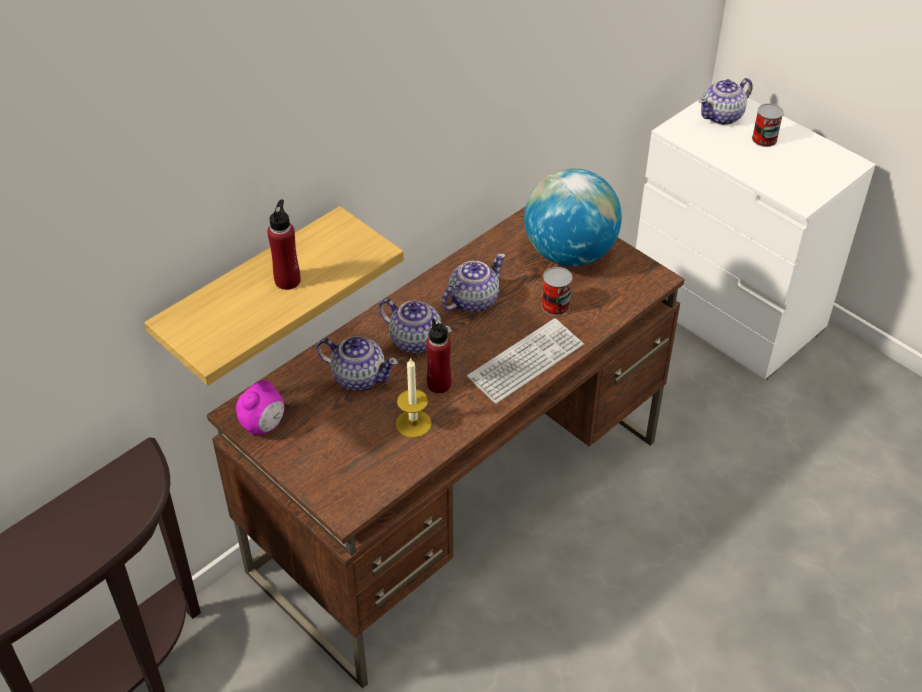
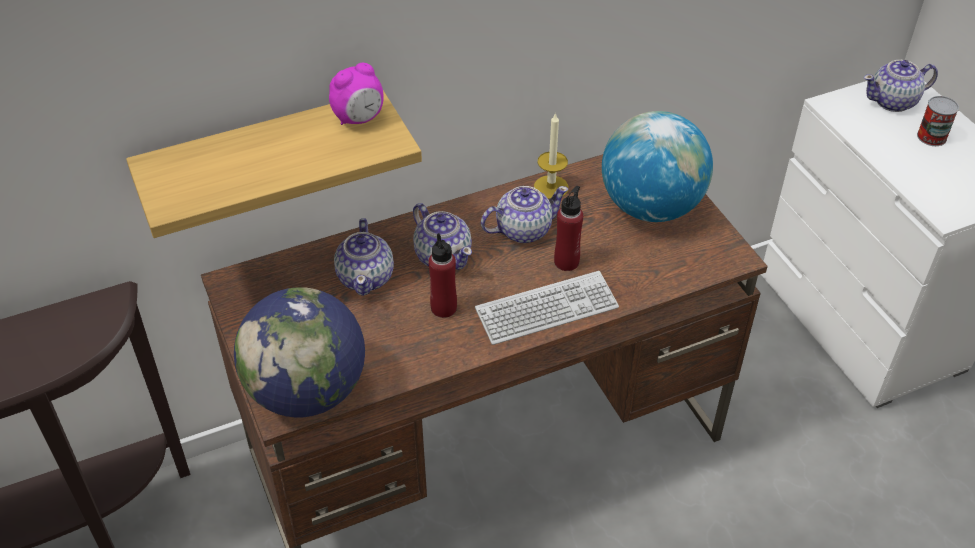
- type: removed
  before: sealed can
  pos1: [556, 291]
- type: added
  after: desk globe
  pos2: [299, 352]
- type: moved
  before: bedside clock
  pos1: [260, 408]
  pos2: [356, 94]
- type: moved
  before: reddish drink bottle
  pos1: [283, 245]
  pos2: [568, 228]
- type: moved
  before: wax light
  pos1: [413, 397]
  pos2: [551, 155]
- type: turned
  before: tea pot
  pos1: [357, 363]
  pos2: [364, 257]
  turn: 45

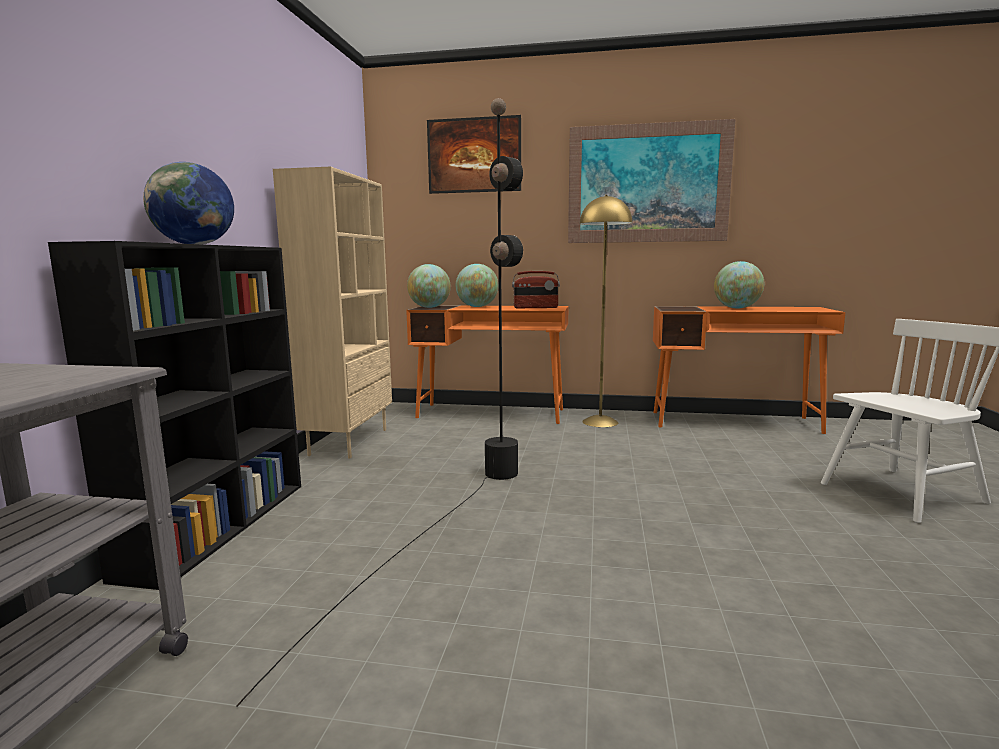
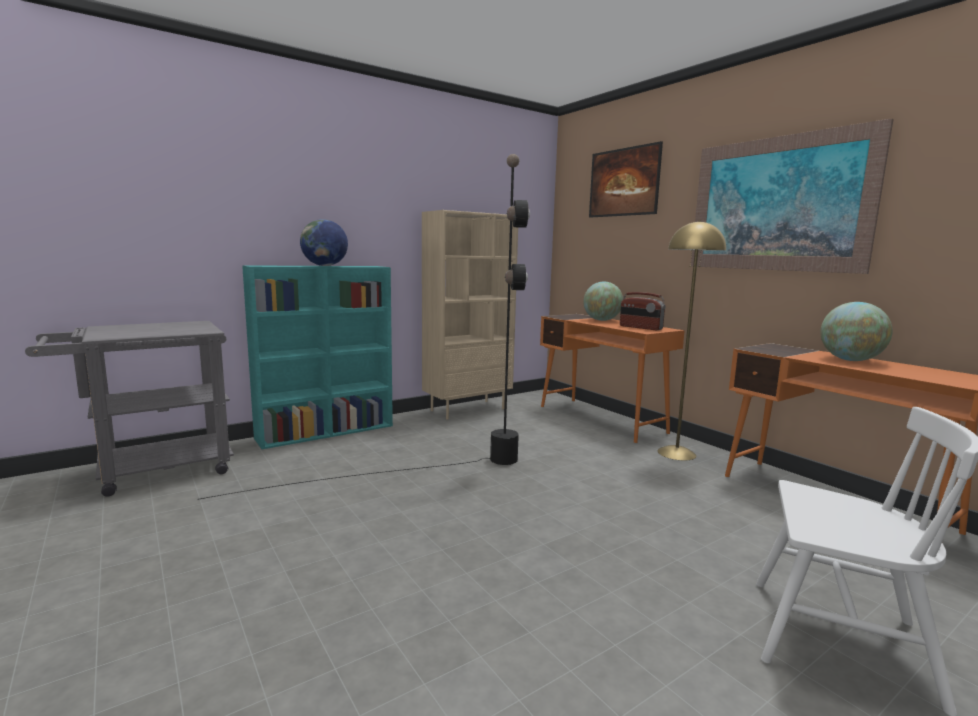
- type: removed
  before: desk globe
  pos1: [429, 286]
- type: recoloured
  before: black-coloured bookshelf
  after: blue-green bookshelf
  pos1: [174, 415]
  pos2: [317, 357]

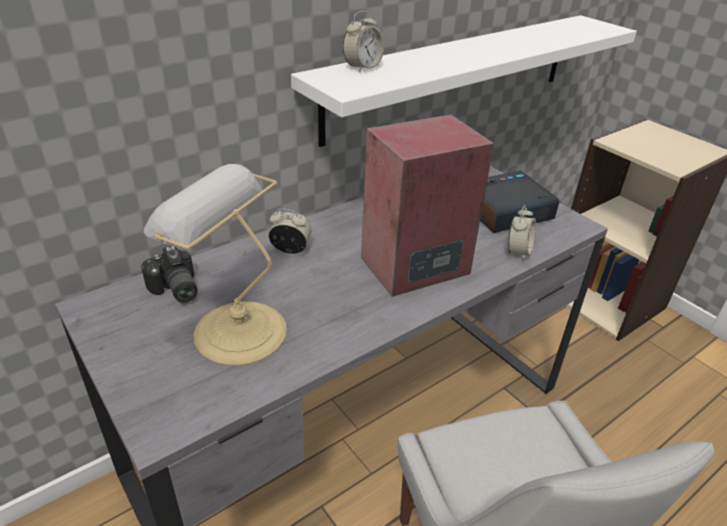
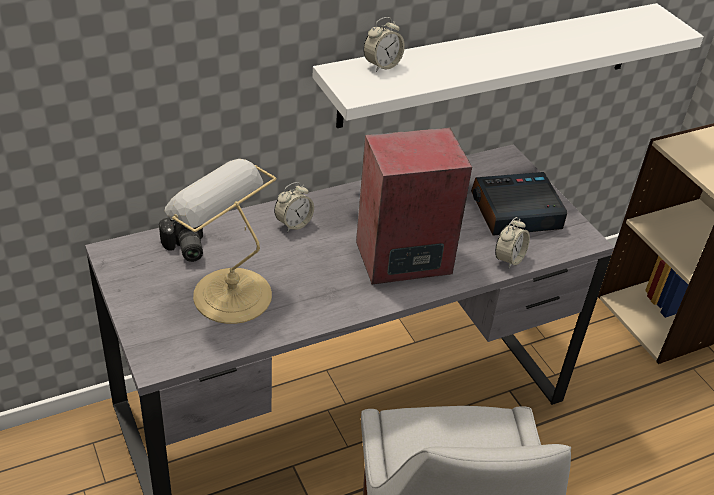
- type: turned
  before: bedside clock
  pos1: [290, 231]
  pos2: [294, 207]
  turn: 120

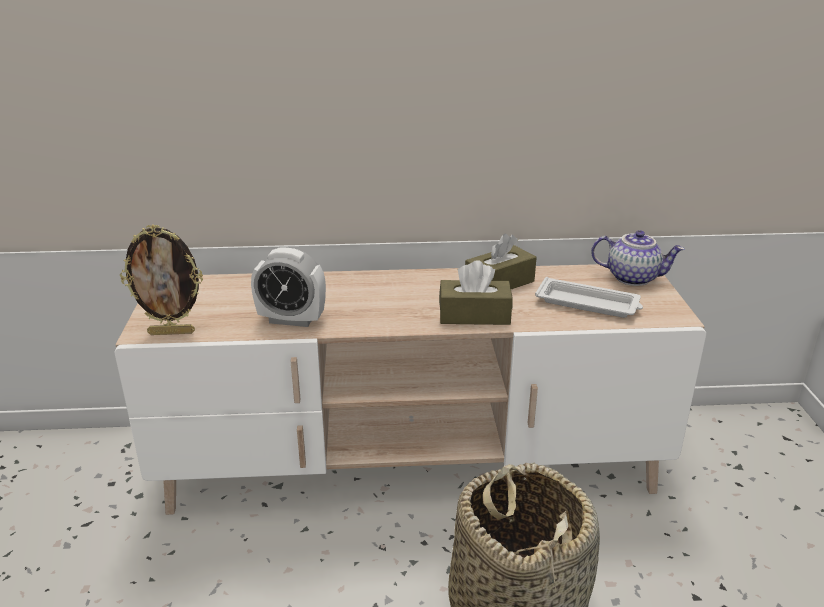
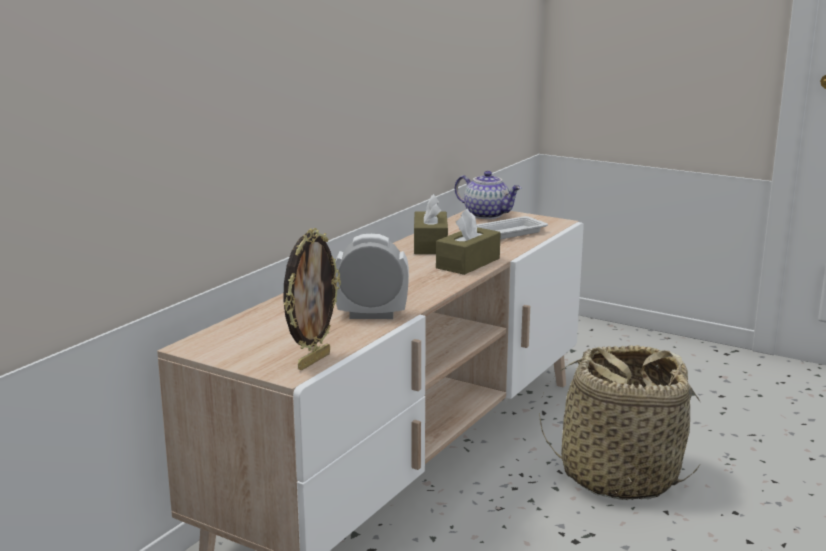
- type: turned
  before: bedside clock
  pos1: [288, 287]
  pos2: [372, 276]
  turn: -135
- type: turned
  before: tea pot
  pos1: [638, 258]
  pos2: [488, 195]
  turn: 75

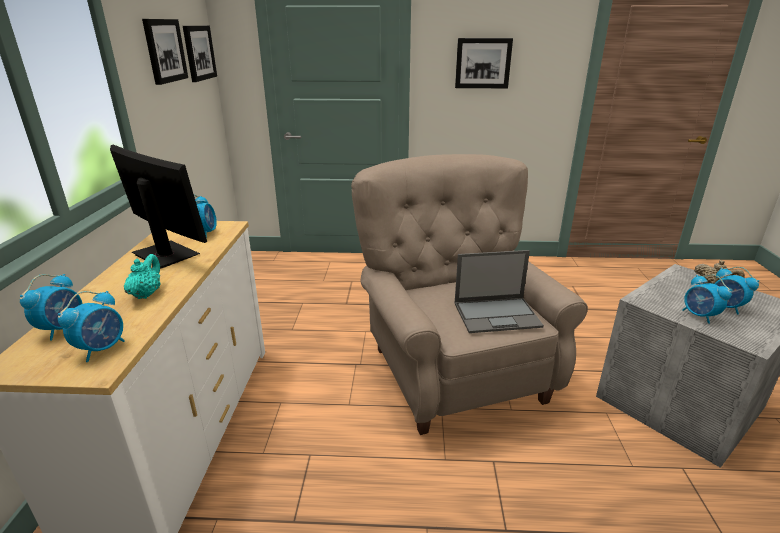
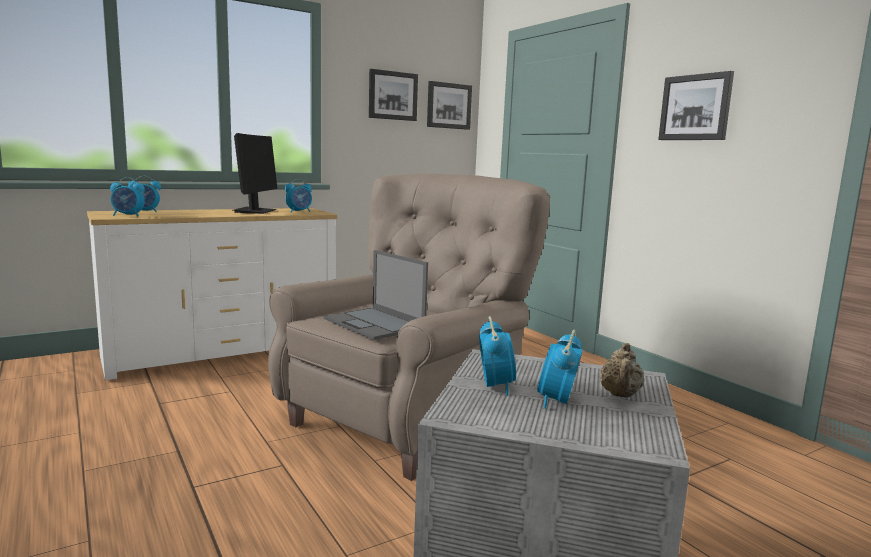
- type: removed
  before: blue-green tea pot
  pos1: [142, 276]
- type: turned
  before: bedside clock
  pos1: [707, 299]
  pos2: [497, 356]
  turn: 150

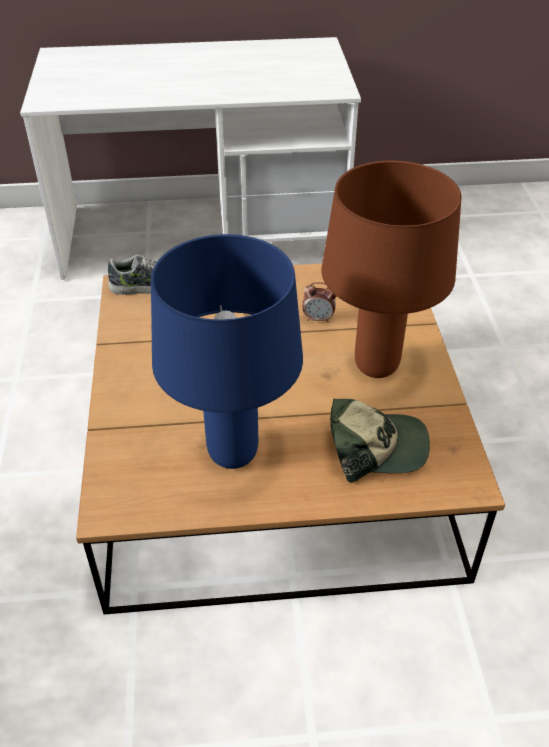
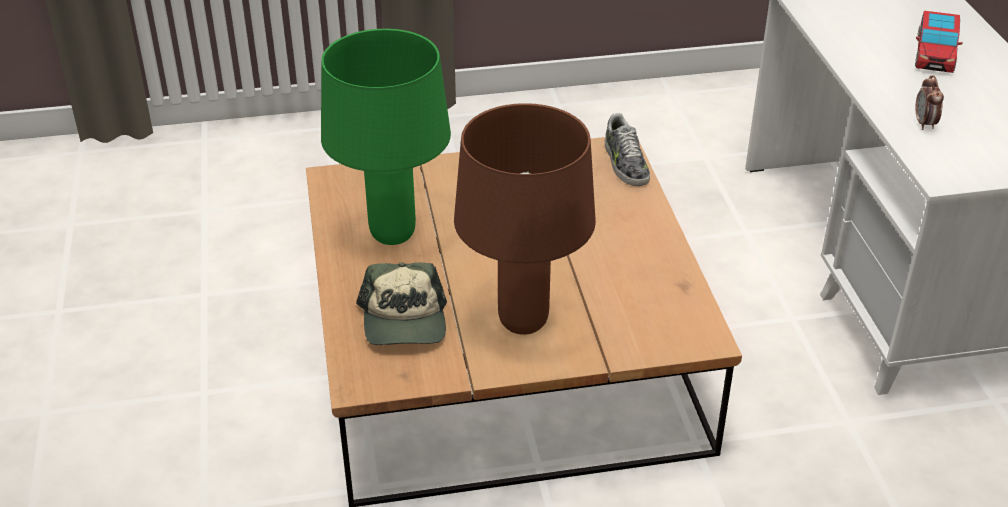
- type: added
  after: miniature car
  pos2: [939, 42]
- type: moved
  before: bedside clock
  pos1: [319, 302]
  pos2: [929, 102]
- type: recoloured
  before: blue-coloured table lamp
  after: green table lamp
  pos1: [227, 351]
  pos2: [386, 137]

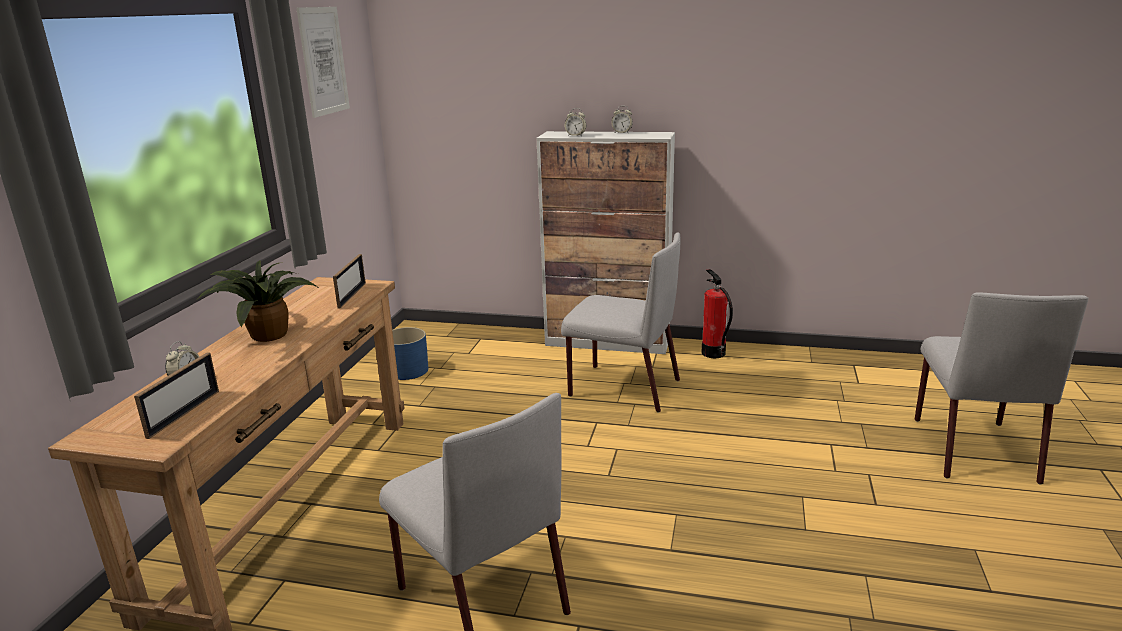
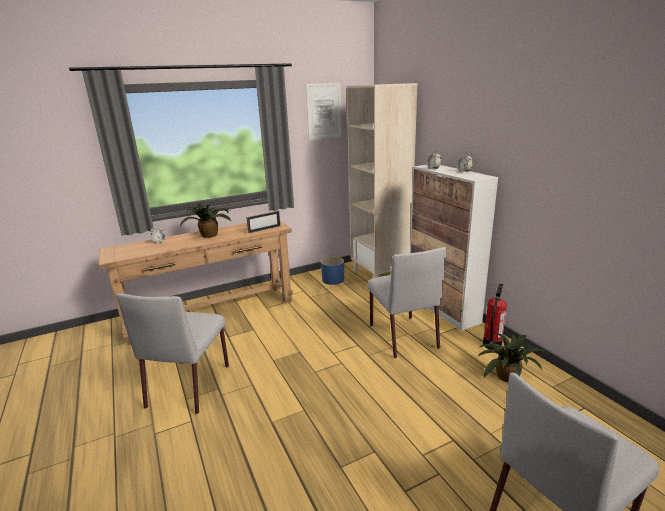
- type: removed
  before: photo frame
  pos1: [176, 395]
- type: added
  after: beige bookshelf
  pos2: [382, 180]
- type: added
  after: plant in a pot
  pos2: [510, 358]

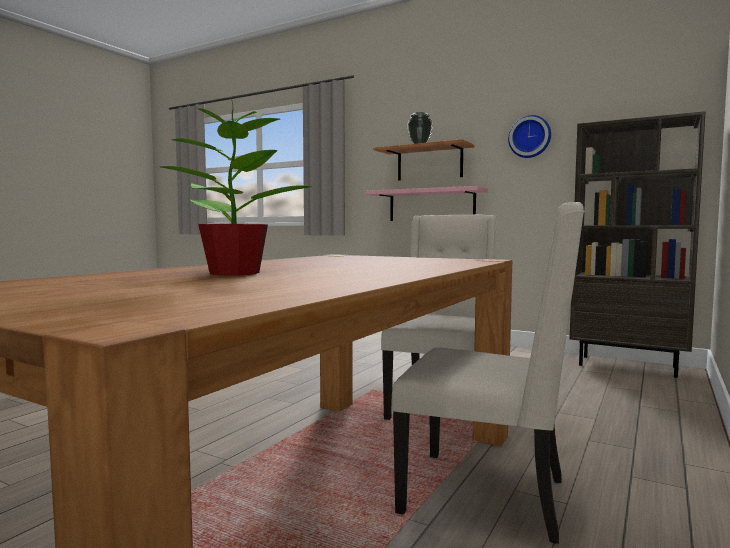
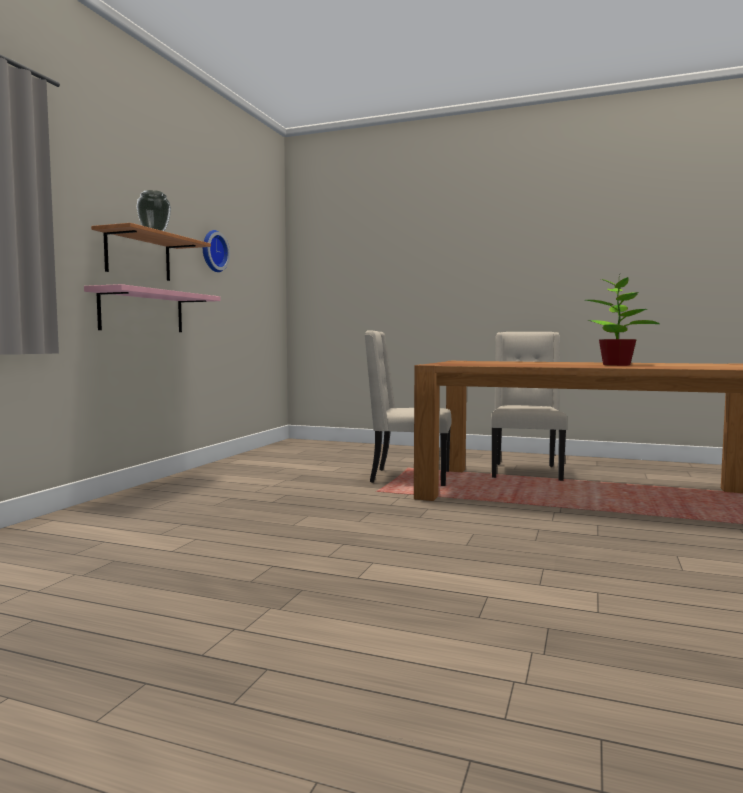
- type: removed
  before: brown-coloured bookshelf
  pos1: [638, 244]

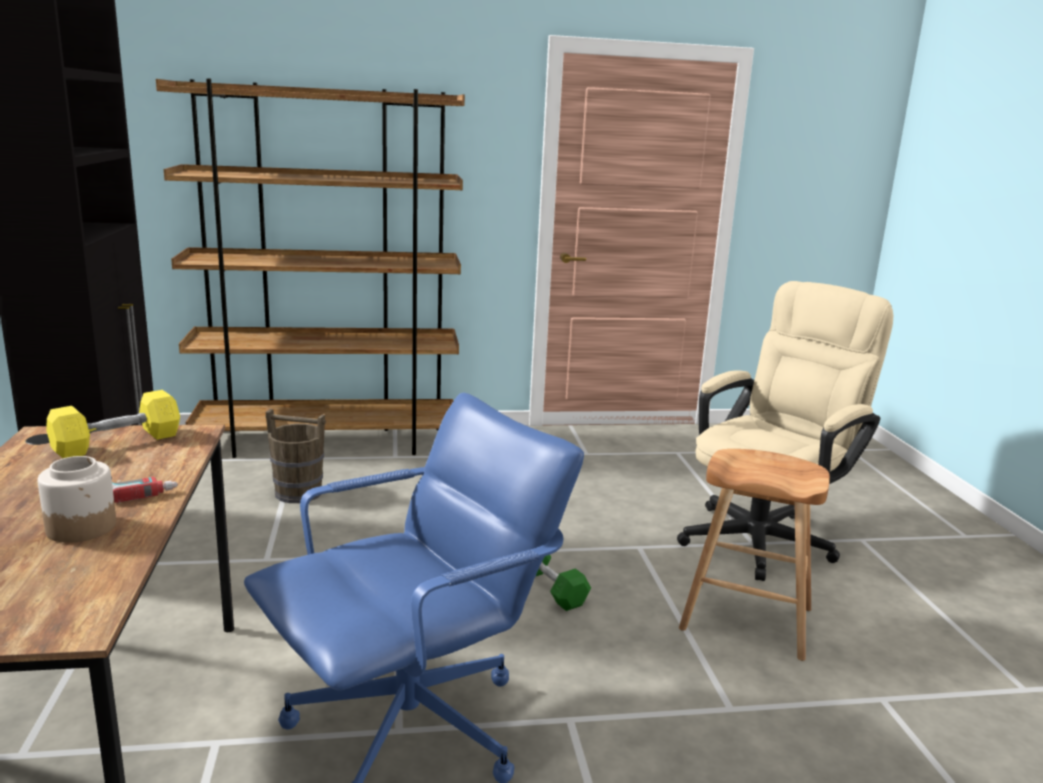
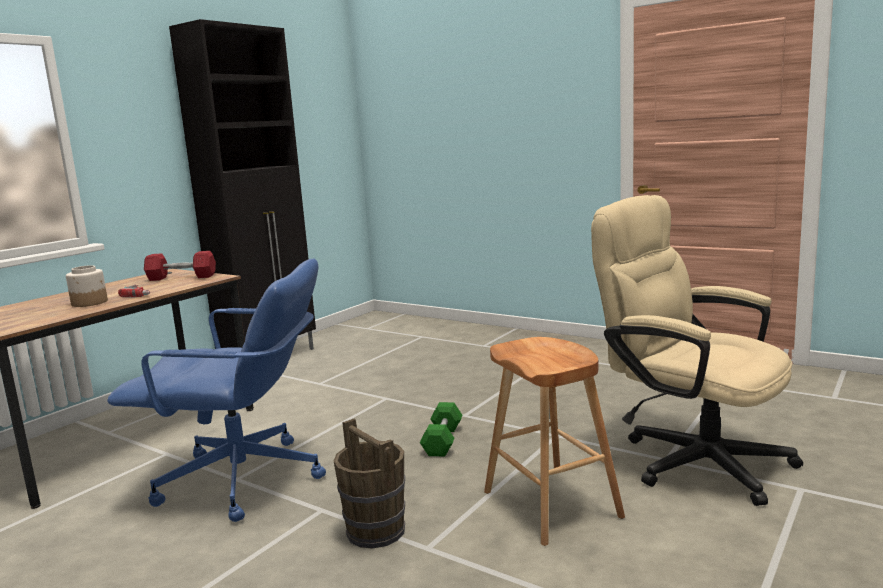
- type: removed
  before: brown-coloured bookshelf
  pos1: [310, 268]
- type: moved
  before: brown-coloured pail
  pos1: [295, 456]
  pos2: [369, 483]
- type: recoloured
  before: yellow-coloured free weight
  after: reddish free weight
  pos1: [113, 424]
  pos2: [180, 266]
- type: turned
  before: beige desk chair
  pos1: [785, 431]
  pos2: [697, 350]
  turn: -135

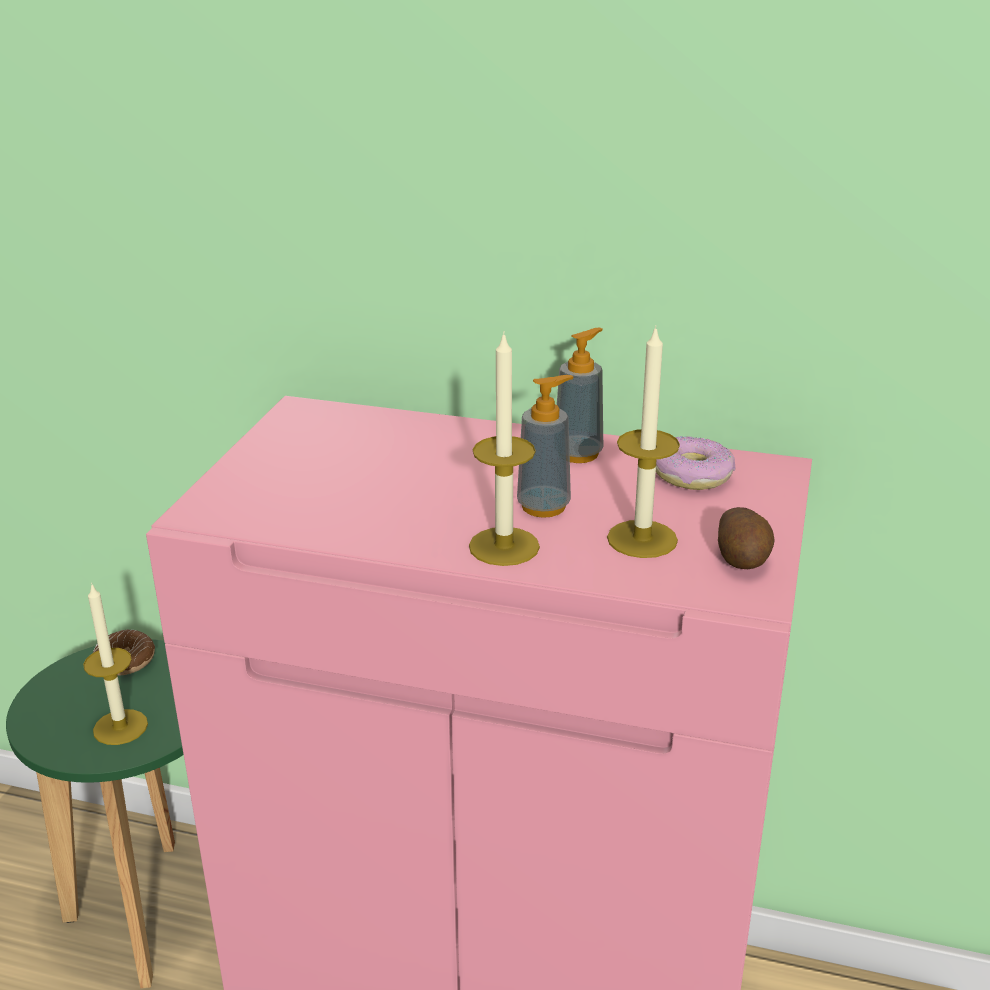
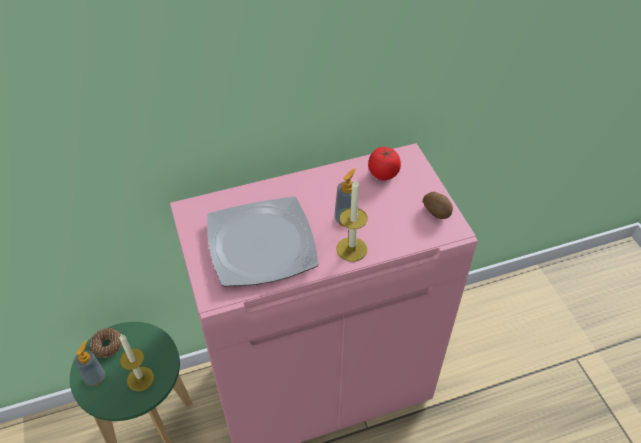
- type: removed
  before: wax light
  pos1: [643, 441]
- type: added
  after: flat dish
  pos2: [262, 241]
- type: moved
  before: soap bottle
  pos1: [580, 395]
  pos2: [90, 363]
- type: replaced
  before: doughnut
  after: tomato
  pos1: [695, 463]
  pos2: [384, 163]

